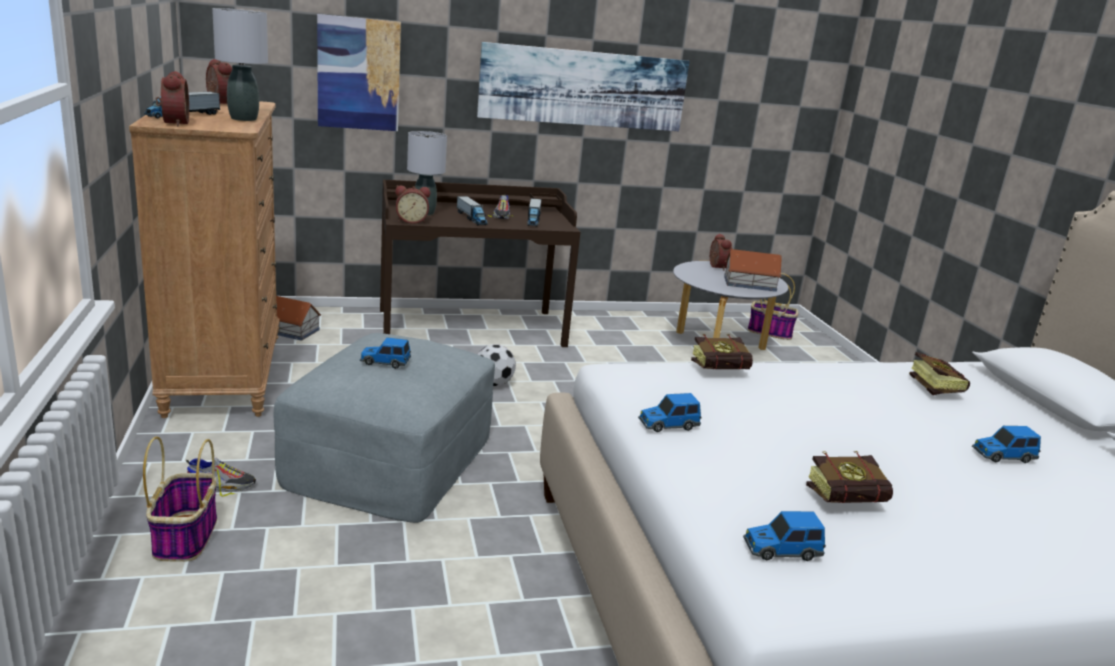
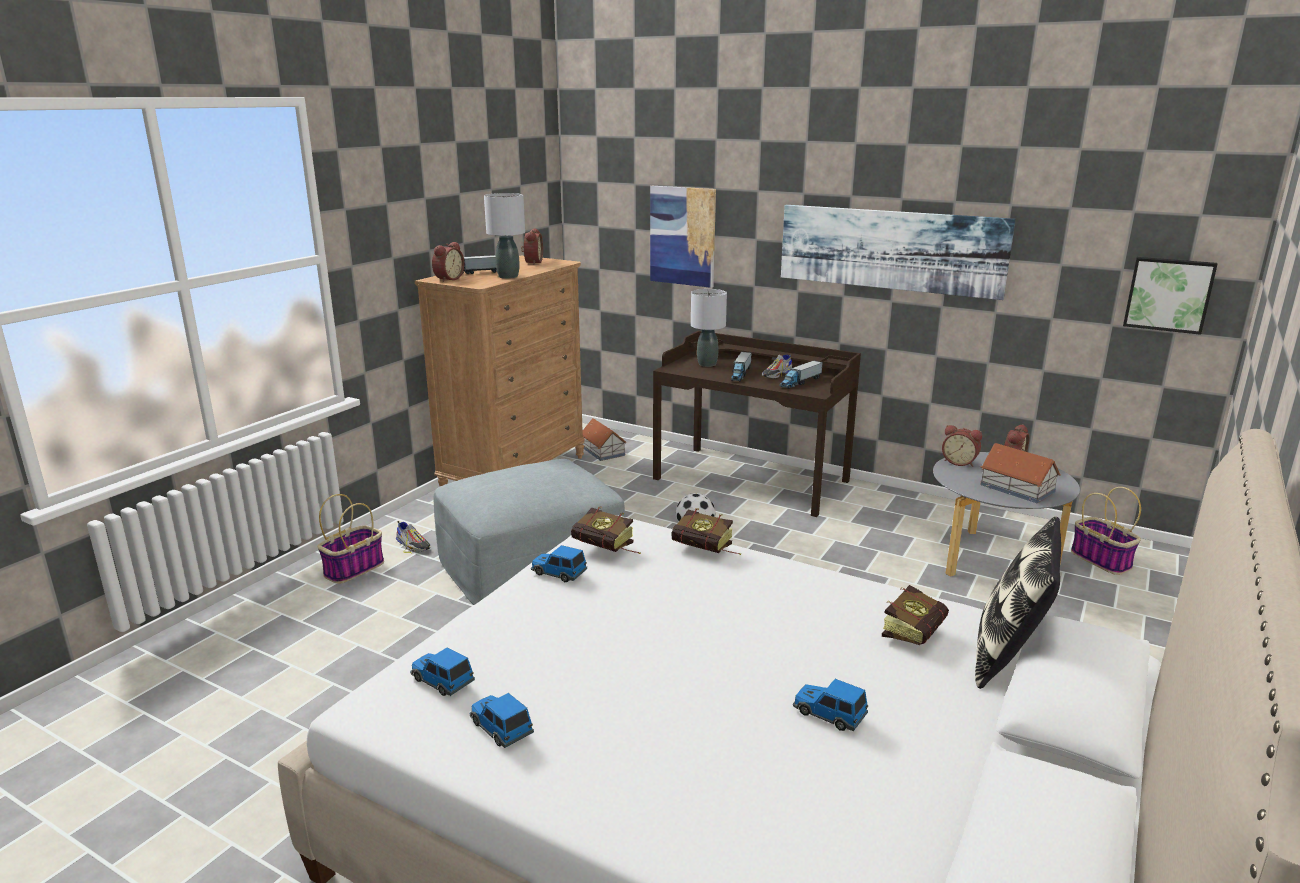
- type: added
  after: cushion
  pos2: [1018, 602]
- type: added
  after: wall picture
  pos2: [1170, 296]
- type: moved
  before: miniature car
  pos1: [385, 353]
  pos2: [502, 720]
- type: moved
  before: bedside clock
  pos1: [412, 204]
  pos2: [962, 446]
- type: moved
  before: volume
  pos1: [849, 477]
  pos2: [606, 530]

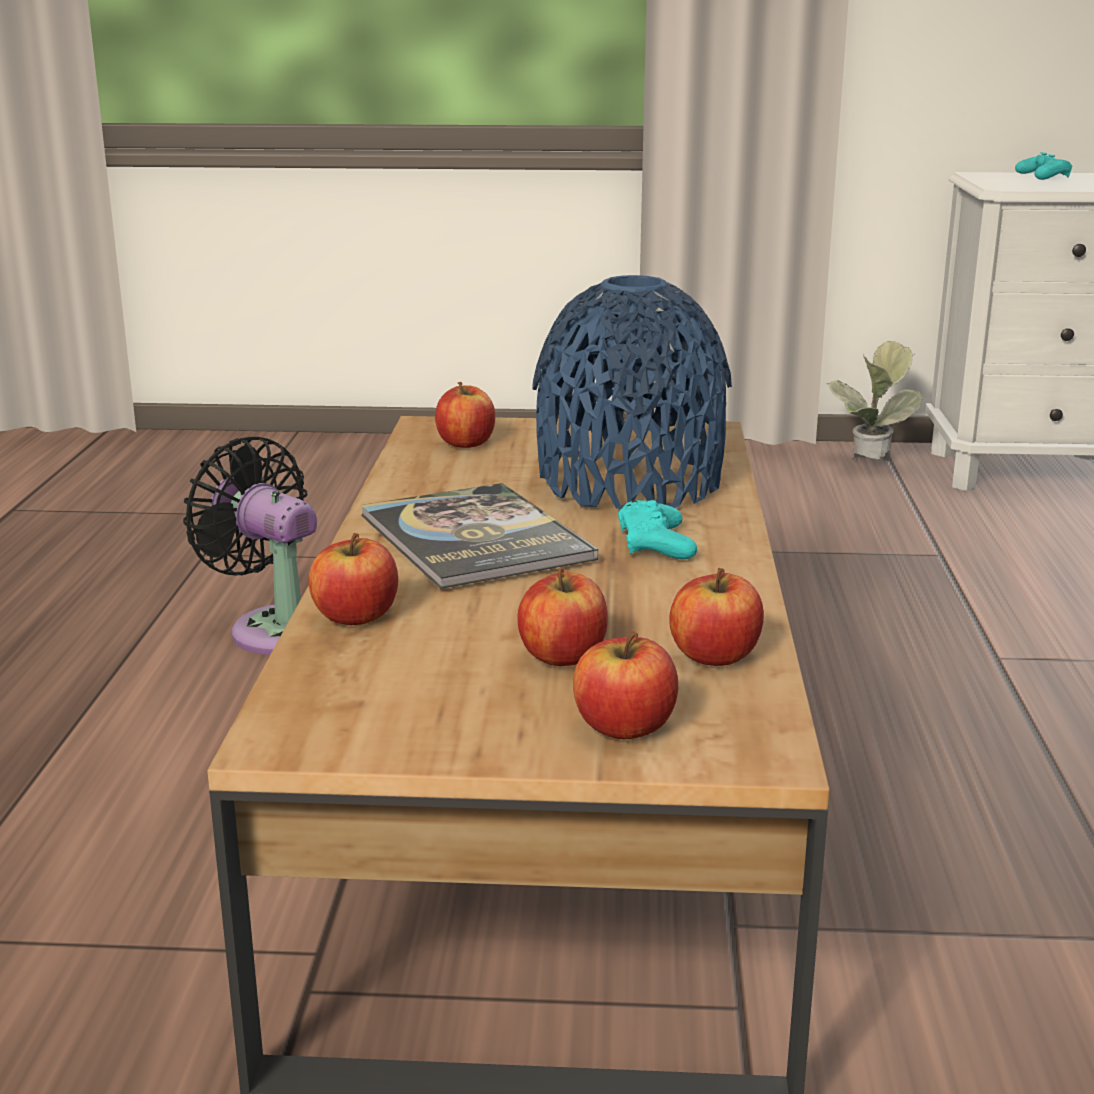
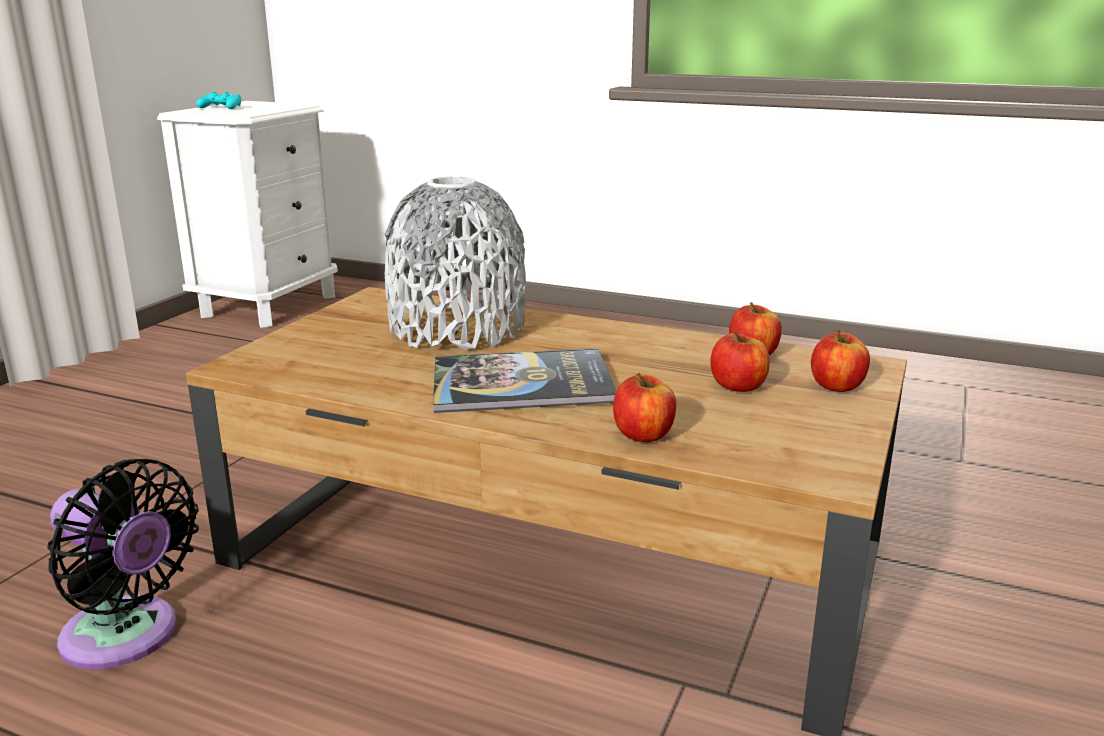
- type: removed
  before: apple
  pos1: [465, 415]
- type: removed
  before: blue-green game controller
  pos1: [657, 529]
- type: removed
  before: plant in a pot
  pos1: [874, 401]
- type: recoloured
  before: blue-coloured flower vase
  after: gray flower vase
  pos1: [632, 392]
  pos2: [455, 262]
- type: turned
  before: black-coloured electric fan
  pos1: [250, 546]
  pos2: [123, 564]
  turn: -120

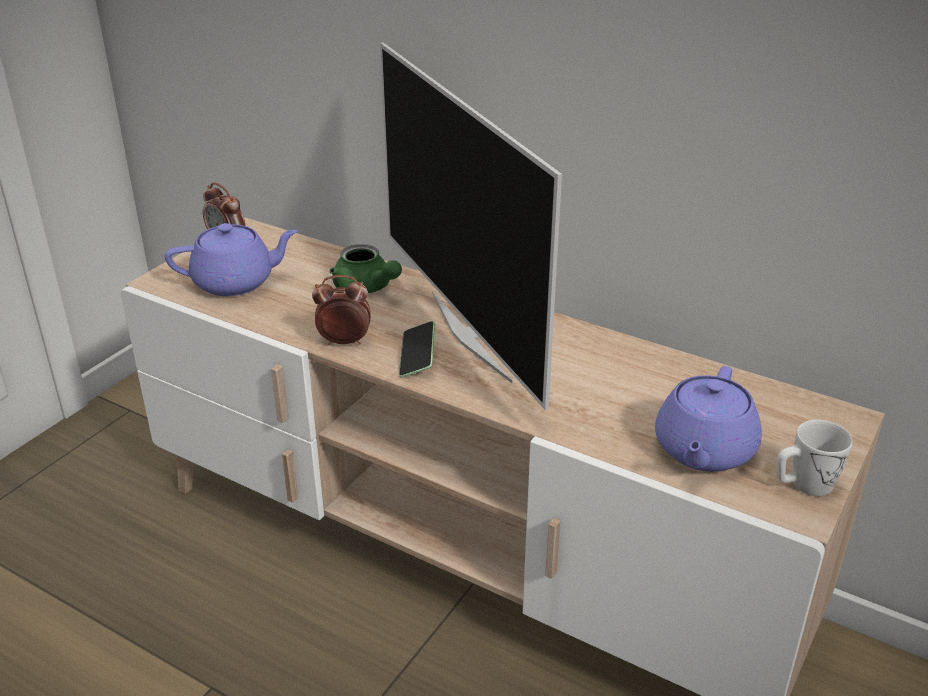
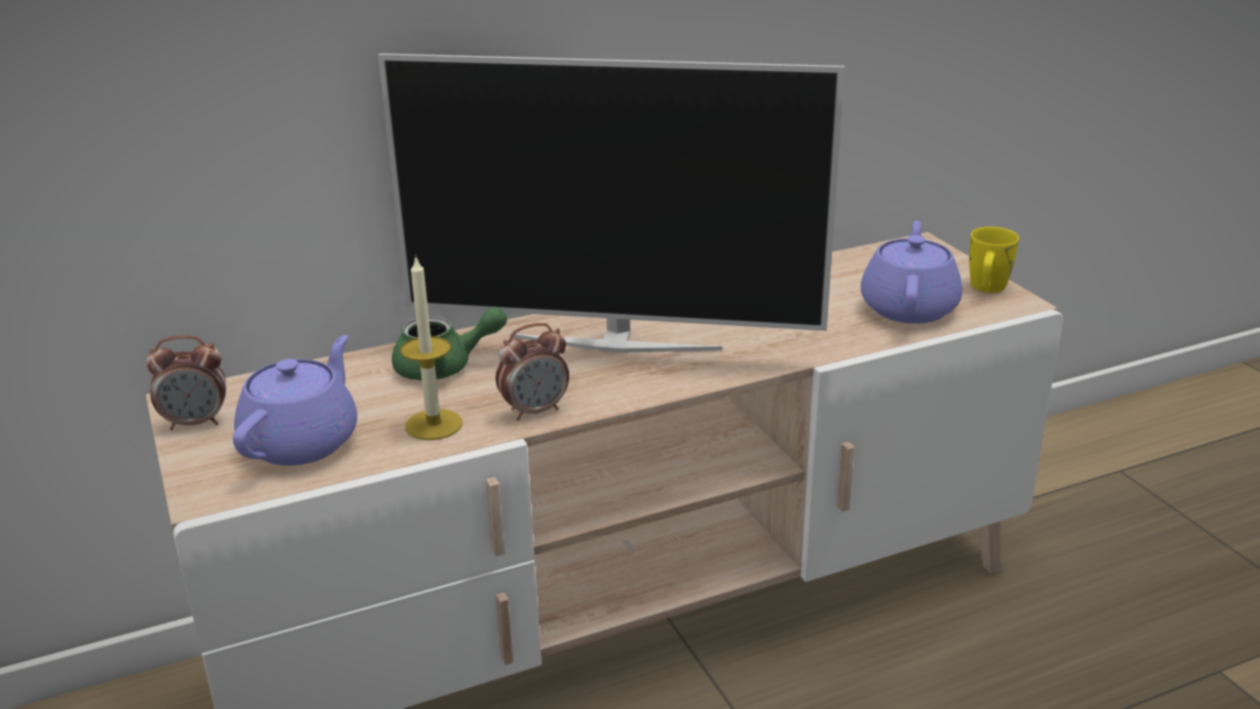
- type: removed
  before: phone
  pos1: [417, 349]
- type: added
  after: wax light
  pos2: [431, 347]
- type: recoloured
  before: whitish coffee mug
  after: yellow-coloured coffee mug
  pos1: [815, 458]
  pos2: [994, 260]
- type: turned
  before: bedside clock
  pos1: [341, 310]
  pos2: [532, 372]
  turn: -150
- type: turned
  before: purple-coloured tea pot
  pos1: [708, 419]
  pos2: [911, 272]
  turn: -135

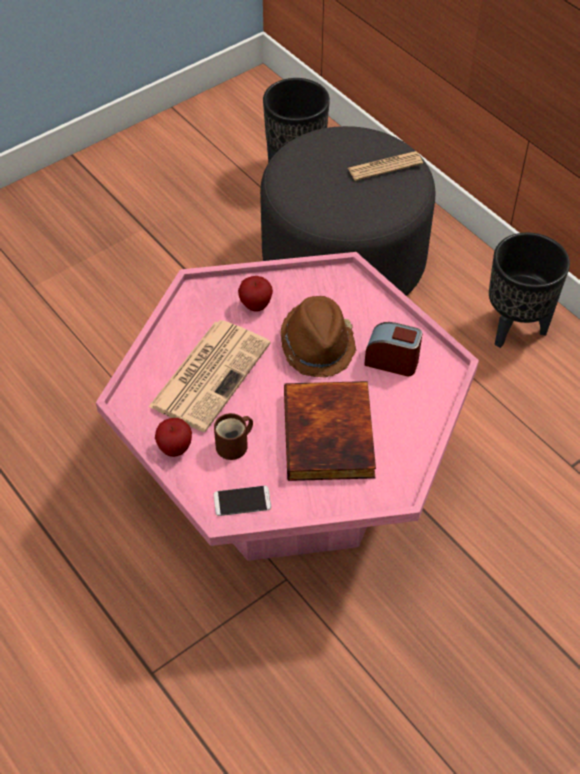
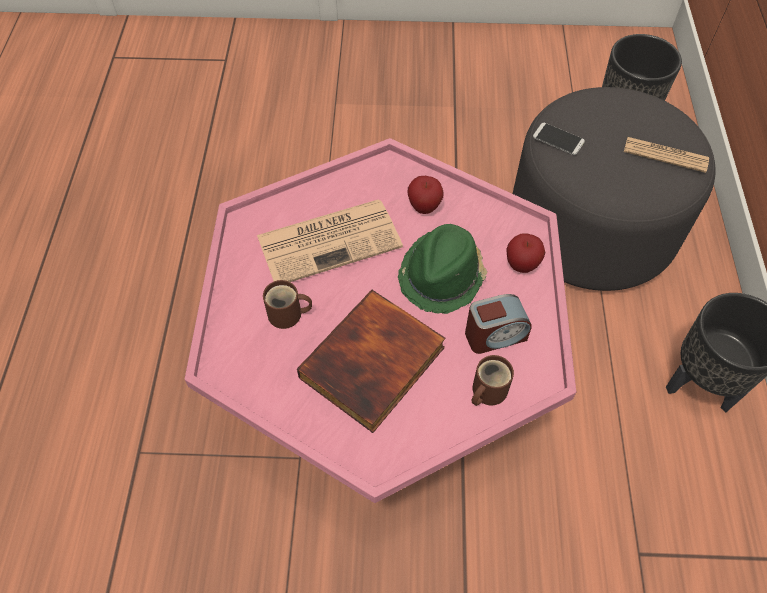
- type: added
  after: brown-coloured coffee mug
  pos2: [492, 380]
- type: moved
  before: apple
  pos1: [173, 437]
  pos2: [526, 253]
- type: moved
  before: phone
  pos1: [242, 501]
  pos2: [559, 139]
- type: recoloured
  before: brown-coloured clothing hat
  after: green clothing hat
  pos1: [318, 337]
  pos2: [442, 269]
- type: turned
  before: bedside clock
  pos1: [393, 349]
  pos2: [498, 324]
  turn: 105

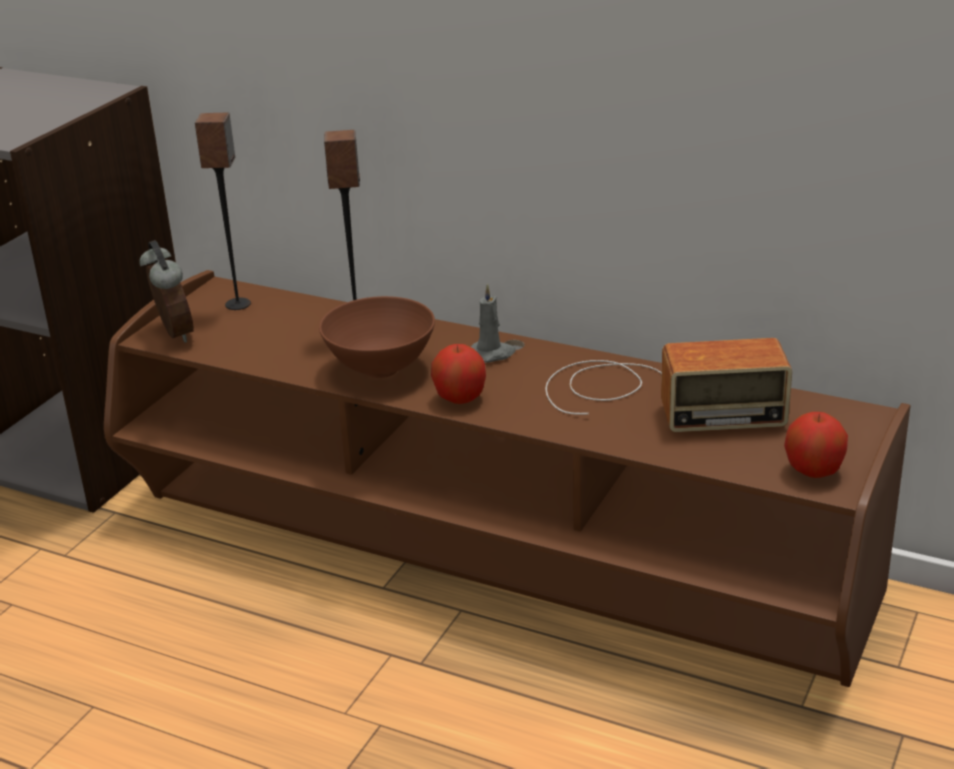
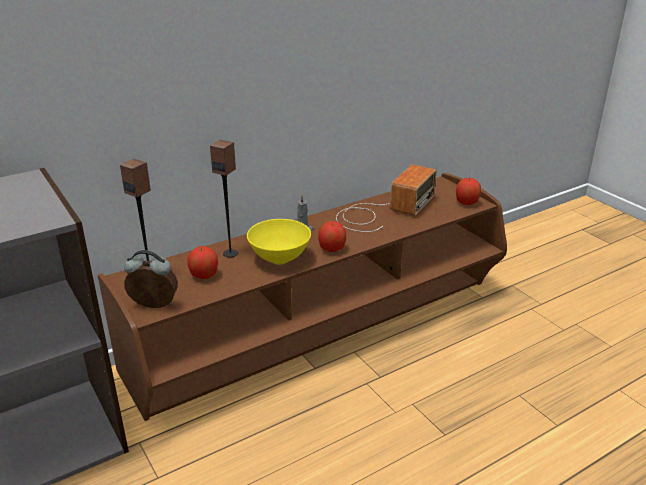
- type: added
  after: apple
  pos2: [202, 262]
- type: recoloured
  before: brown-coloured deep dish
  after: yellow-coloured deep dish
  pos1: [377, 337]
  pos2: [279, 241]

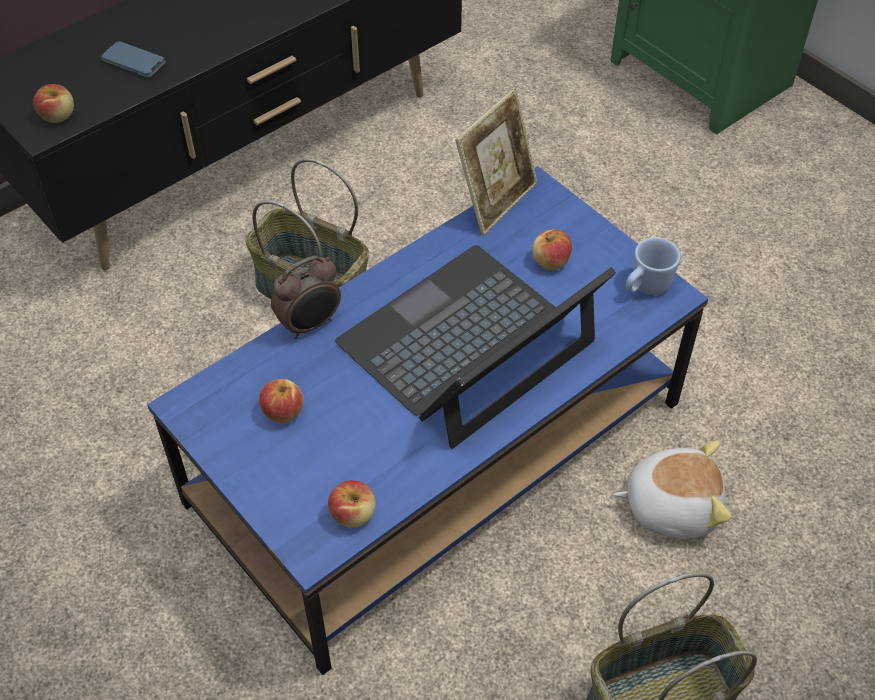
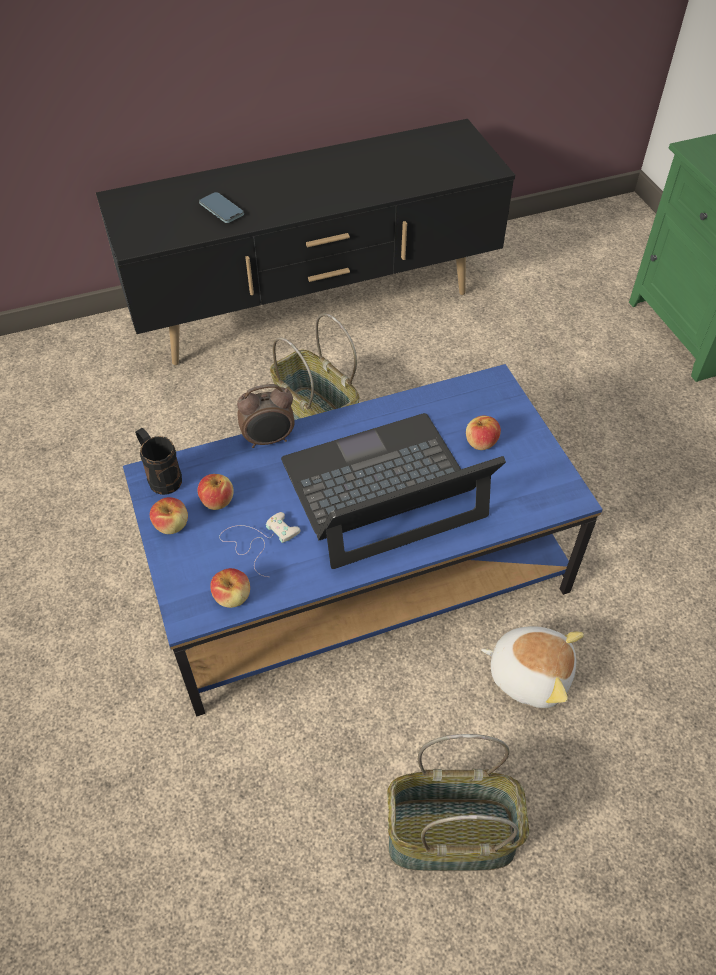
- type: removed
  before: photo frame
  pos1: [497, 161]
- type: removed
  before: blue-coloured coffee mug
  pos1: [653, 266]
- type: added
  after: black-coloured coffee mug
  pos2: [158, 461]
- type: added
  after: whitish game controller
  pos2: [259, 544]
- type: moved
  before: apple
  pos1: [53, 103]
  pos2: [169, 515]

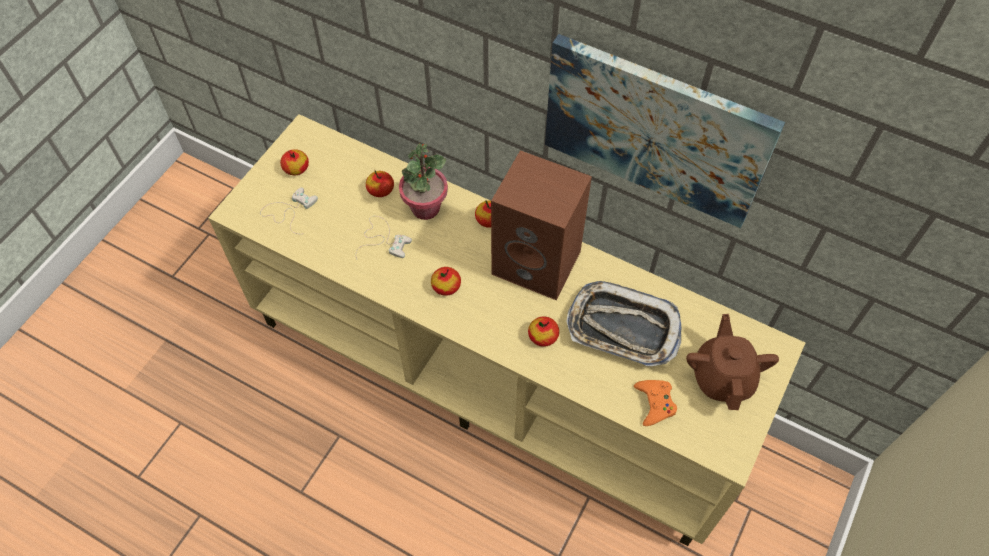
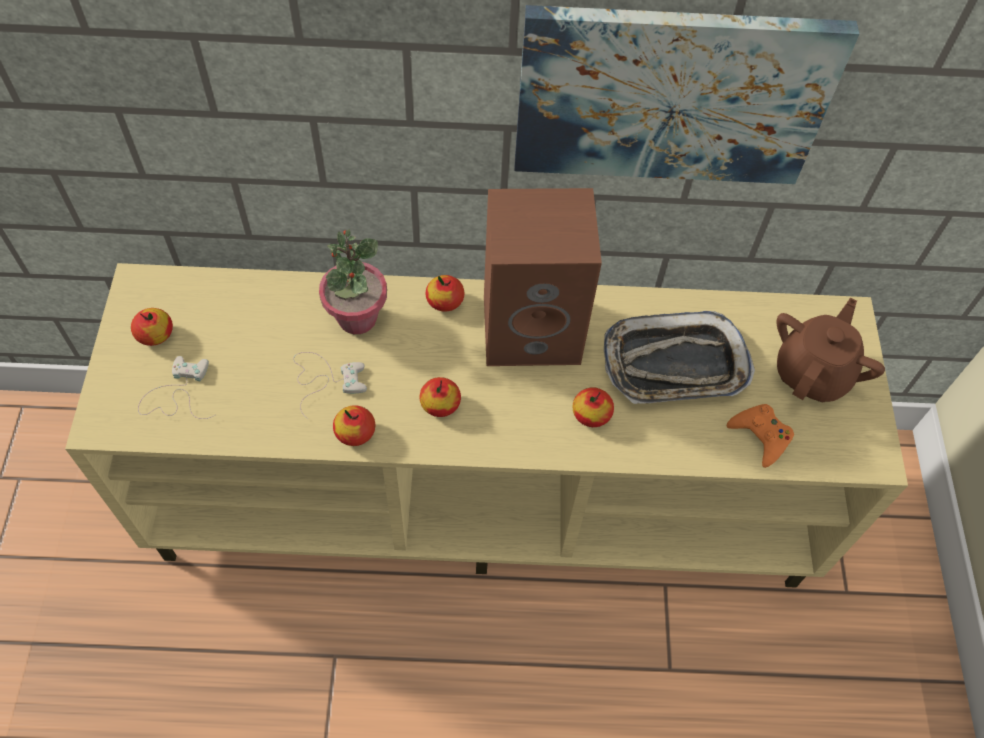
- type: moved
  before: apple
  pos1: [380, 184]
  pos2: [354, 425]
- type: turned
  before: brown-coloured tea pot
  pos1: [732, 362]
  pos2: [830, 350]
  turn: 60

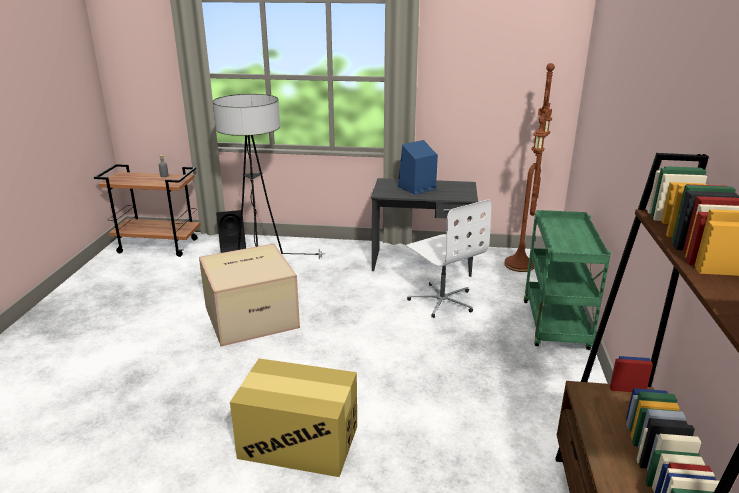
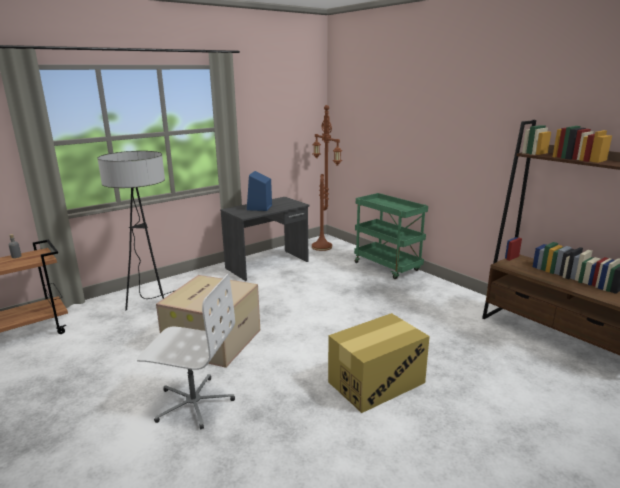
- type: removed
  before: black-coloured audio speaker
  pos1: [231, 231]
- type: moved
  before: whitish desk chair
  pos1: [448, 258]
  pos2: [186, 351]

